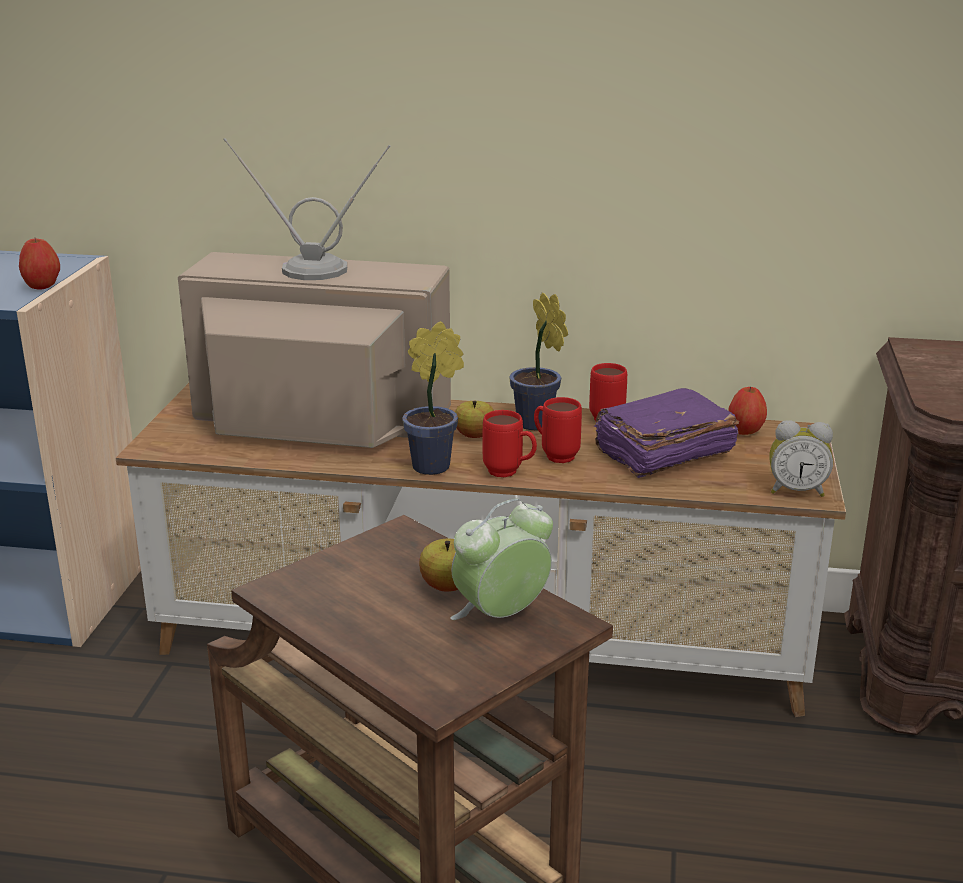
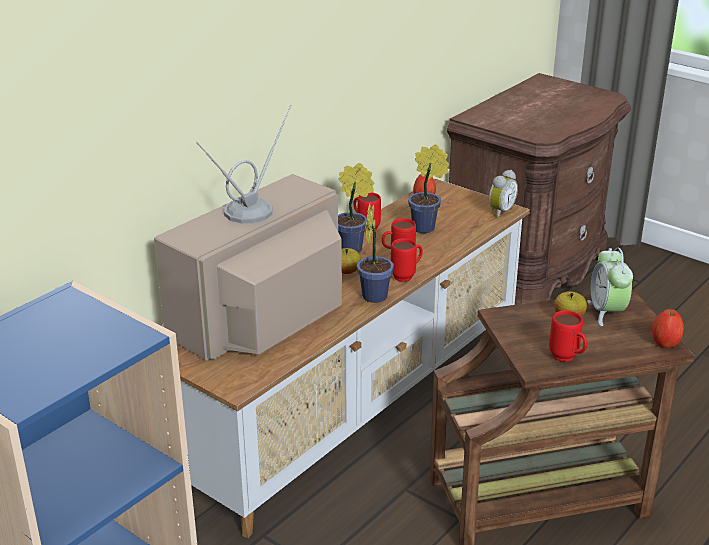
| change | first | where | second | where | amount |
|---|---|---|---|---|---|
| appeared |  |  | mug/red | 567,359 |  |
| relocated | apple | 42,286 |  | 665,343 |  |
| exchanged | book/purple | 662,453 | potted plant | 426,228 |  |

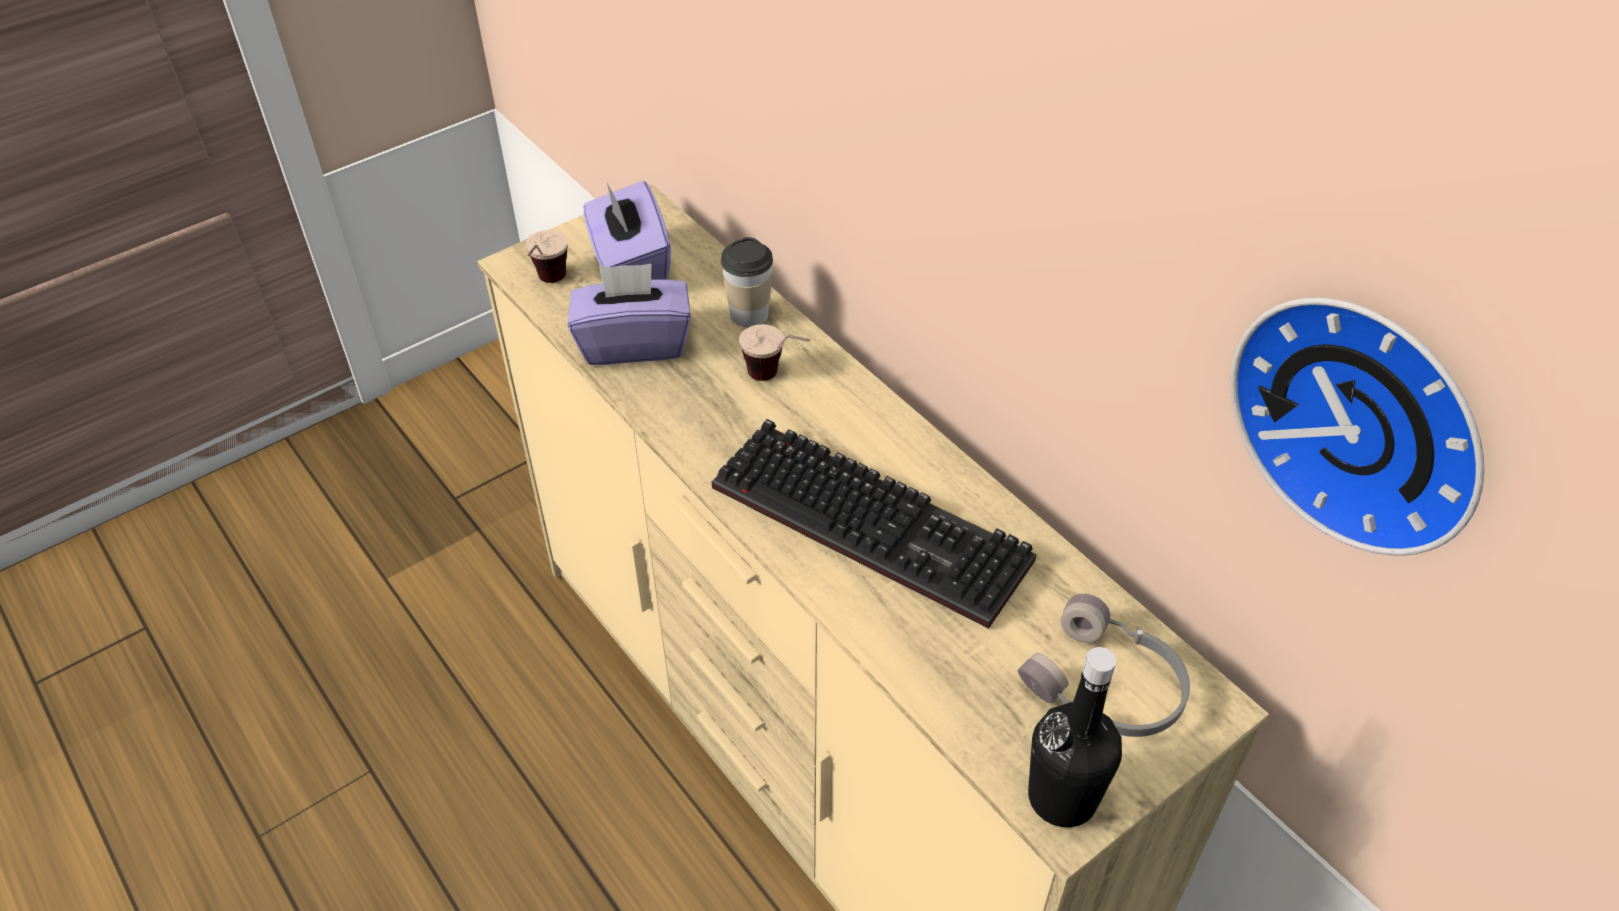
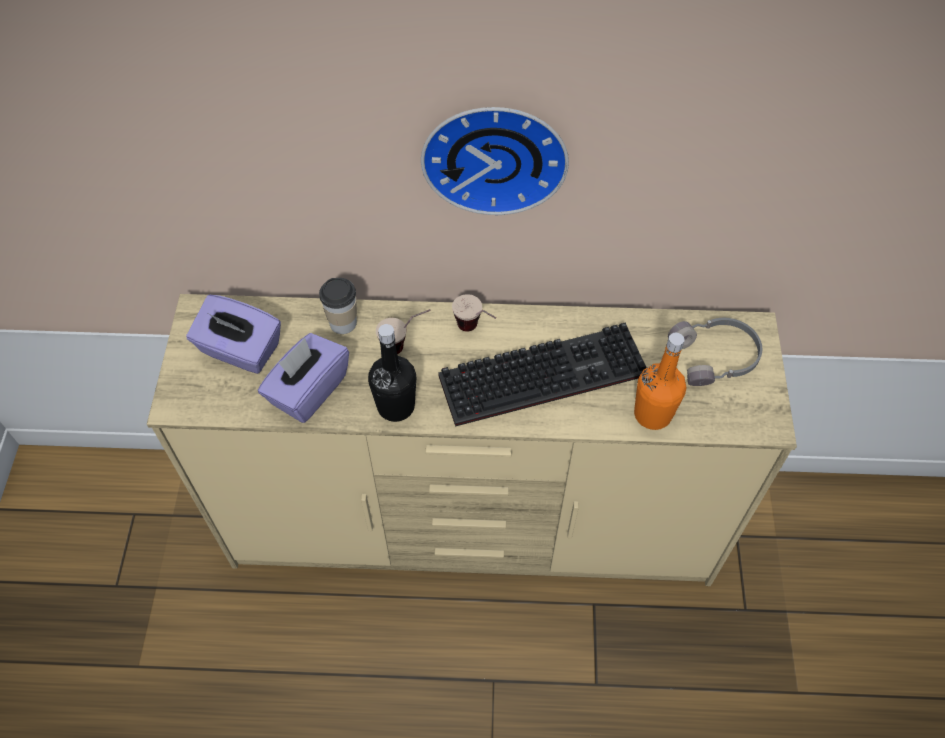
| change | first | where | second | where | amount |
|---|---|---|---|---|---|
| appeared |  |  | bottle/orange | 652,414 |  |
| relocated | cup | 548,285 |  | 475,331 |  |
| relocated | bottle/black | 1062,797 |  | 396,406 |  |
| relocated | wall clock | 1363,418 |  | 494,155 |  |

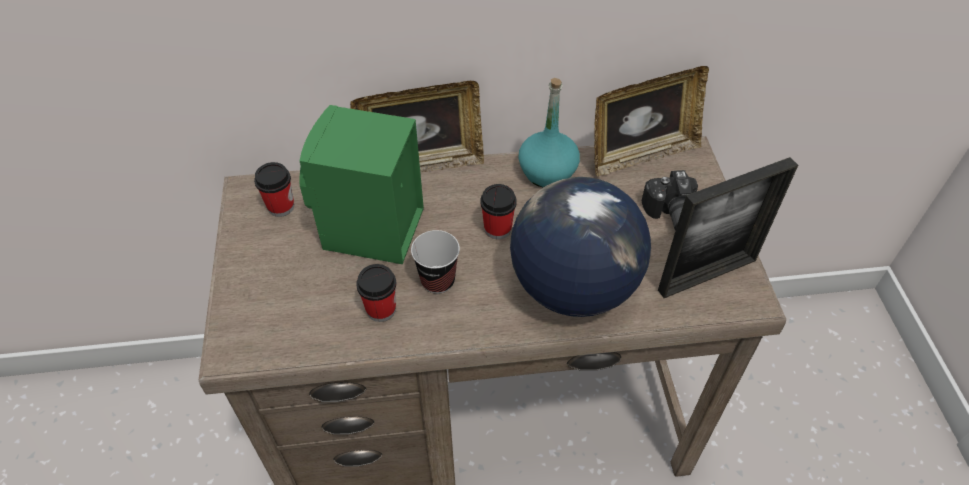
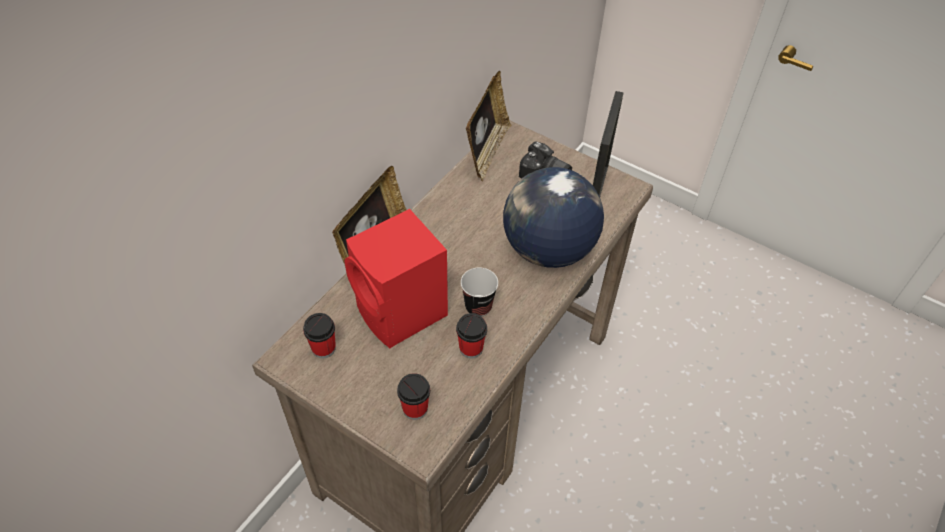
| change | first | where | second | where | amount |
|---|---|---|---|---|---|
| missing | bottle/turquoise | 548,172 |  |  |  |
| relocated | cup | 497,229 |  | 415,409 |  |
| colour | speaker/green | 371,231 | speaker/red | 402,314 |  |

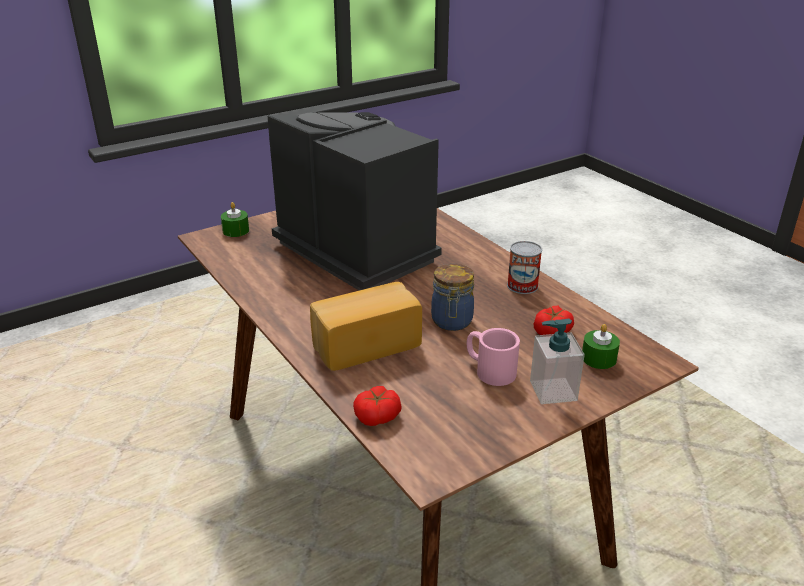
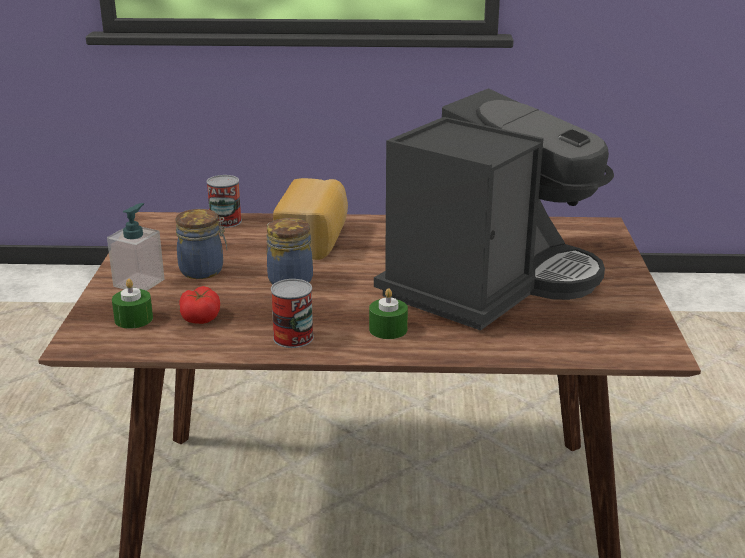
| change | first | where | second | where | amount |
|---|---|---|---|---|---|
| relocated | candle/green | 236,231 |  | 388,329 |  |
| exchanged | tomato | 377,416 | can | 225,221 |  |
| exchanged | mug/pink | 489,370 | jar | 204,270 |  |
| spun | coffee machine | 357,250 |  | 489,282 | 45 degrees counterclockwise |

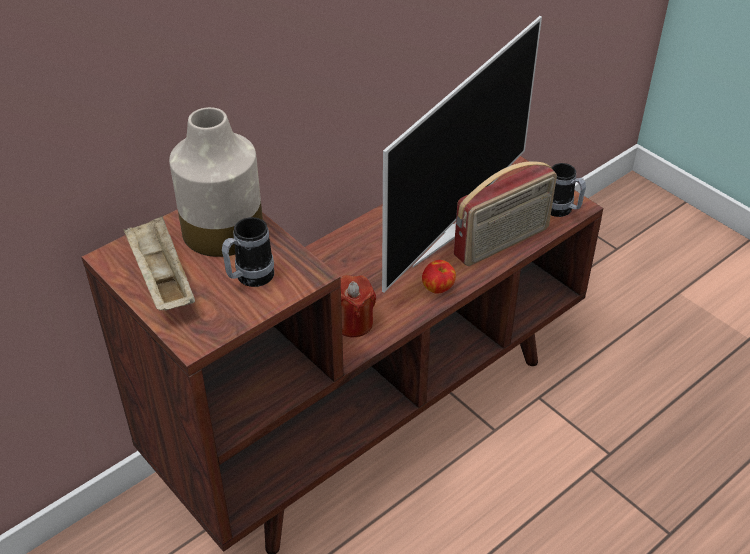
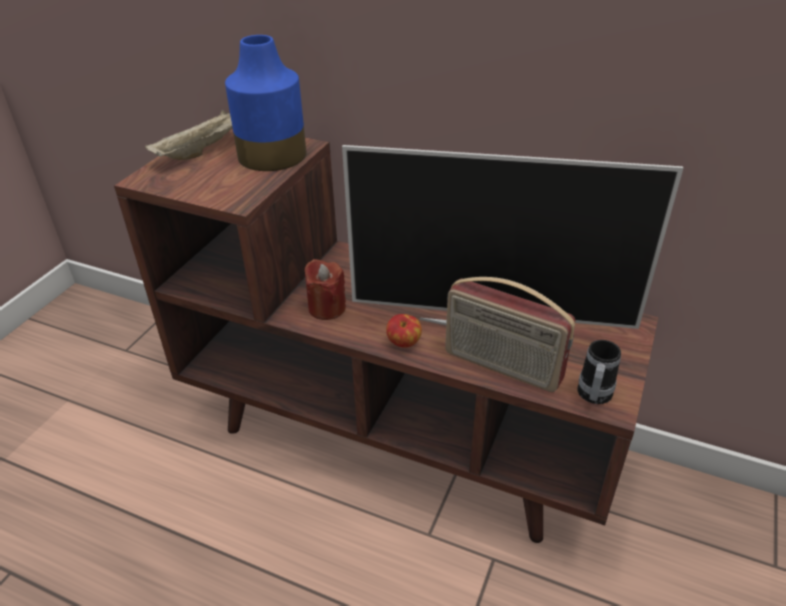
| change | first | where | second | where | amount |
|---|---|---|---|---|---|
| missing | mug | 249,279 |  |  |  |
| colour | vase/beige | 223,228 | vase/blue | 273,154 |  |

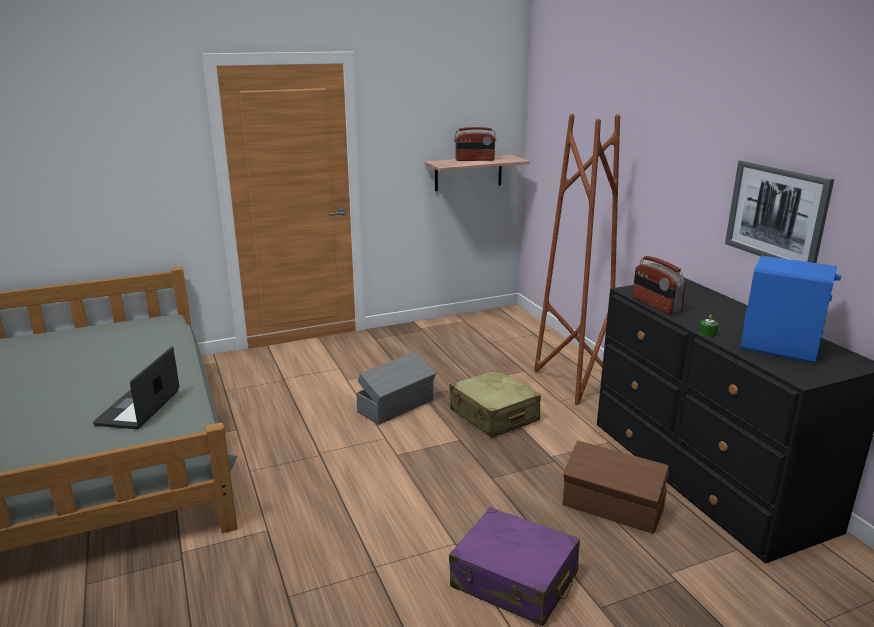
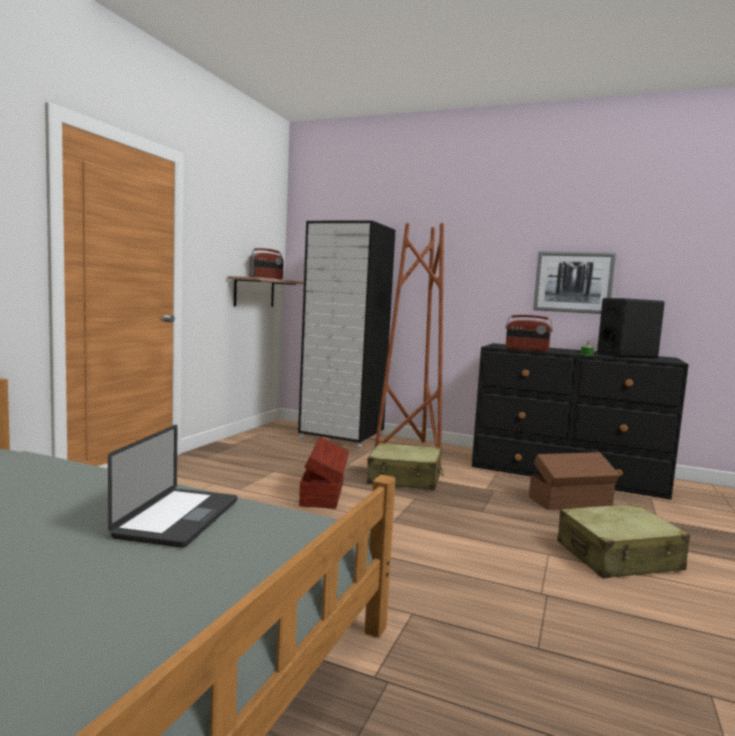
| change | first | where | second | where | amount |
|---|---|---|---|---|---|
| appeared |  |  | wardrobe | 342,437 |  |
| colour | storage box/grey | 397,406 | storage box/brown | 324,493 |  |
| colour | suitcase/purple | 514,580 | suitcase/beige | 618,557 |  |
| colour | speaker/blue | 780,347 | speaker/black | 627,356 |  |
| spun | laptop | 139,408 |  | 178,518 | 135 degrees counterclockwise |

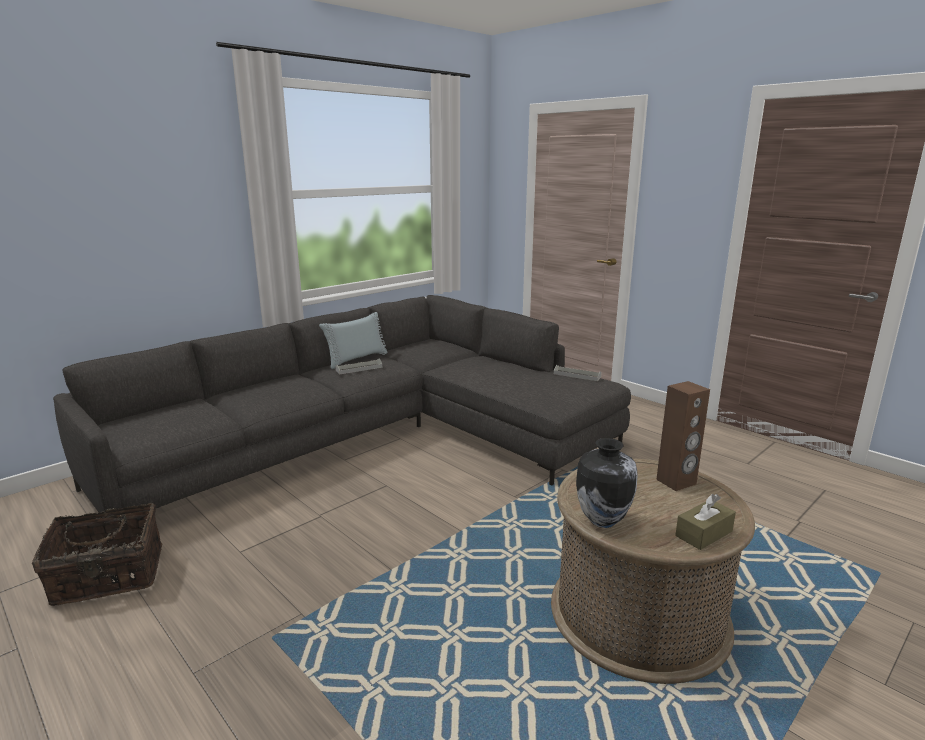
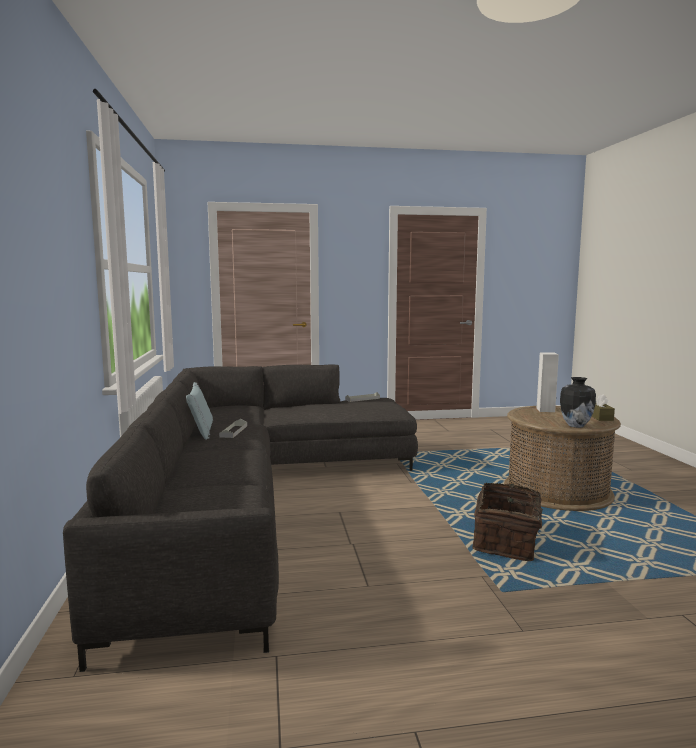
| change | first | where | second | where | amount |
|---|---|---|---|---|---|
| relocated | basket | 108,577 |  | 507,542 |  |
| colour | speaker/brown | 676,482 | speaker/white | 546,410 |  |

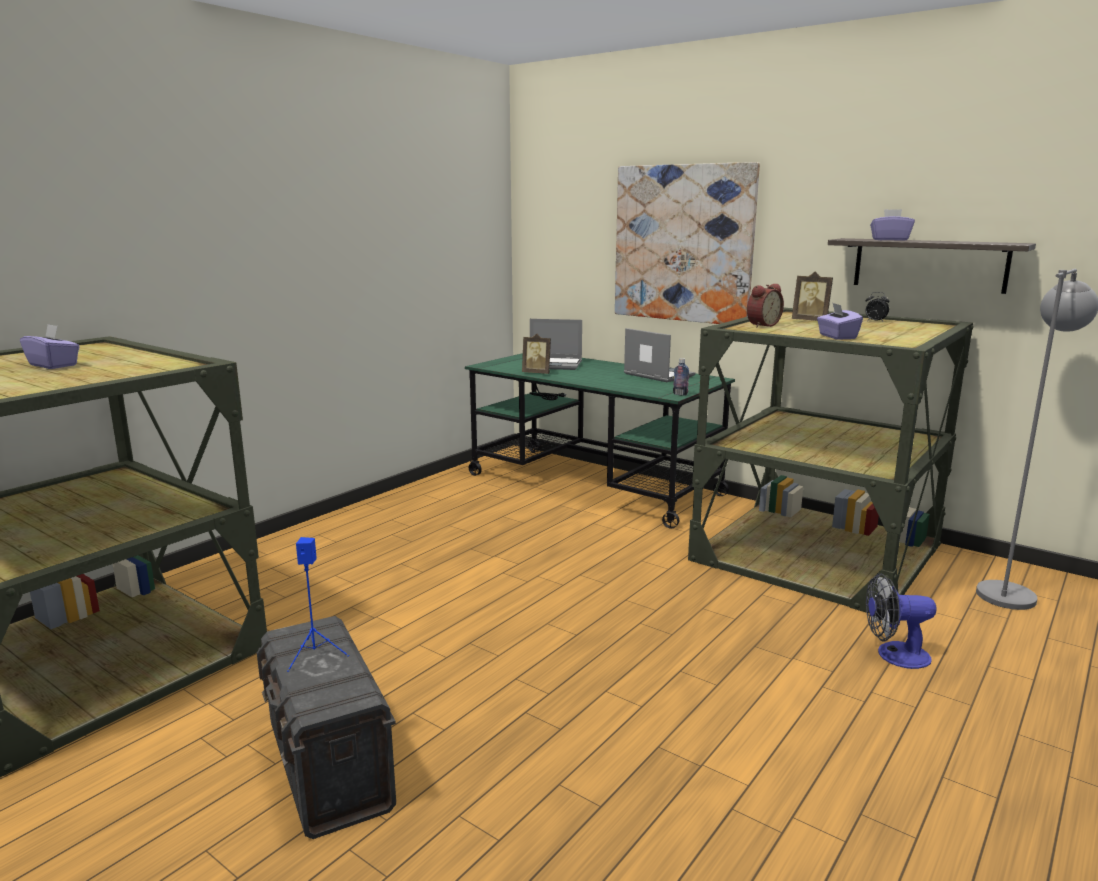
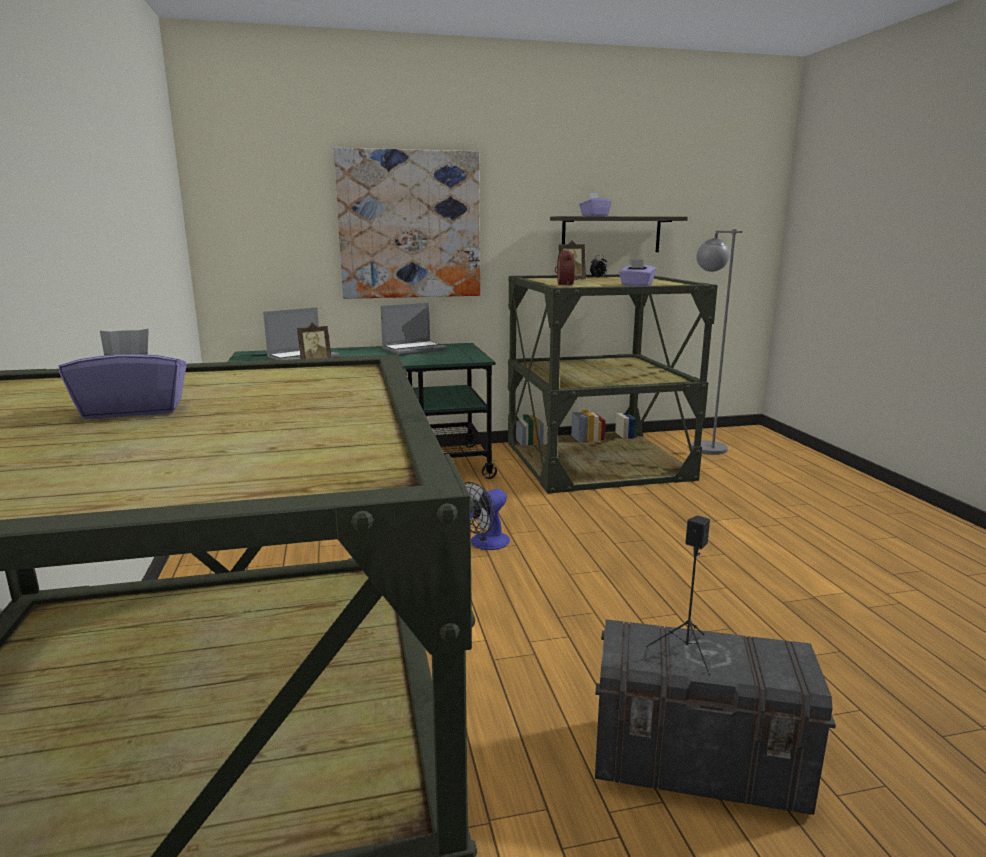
| change | first | where | second | where | amount |
|---|---|---|---|---|---|
| missing | bottle | 680,394 |  |  |  |
| relocated | fan | 894,655 |  | 485,543 |  |
| colour | speaker/blue | 314,655 | speaker/black | 687,651 |  |
| spun | laptop | 657,375 |  | 415,349 | 150 degrees clockwise |

